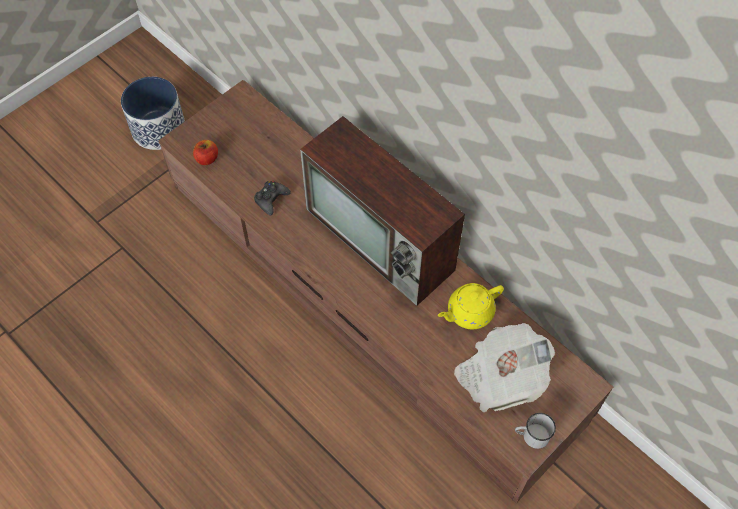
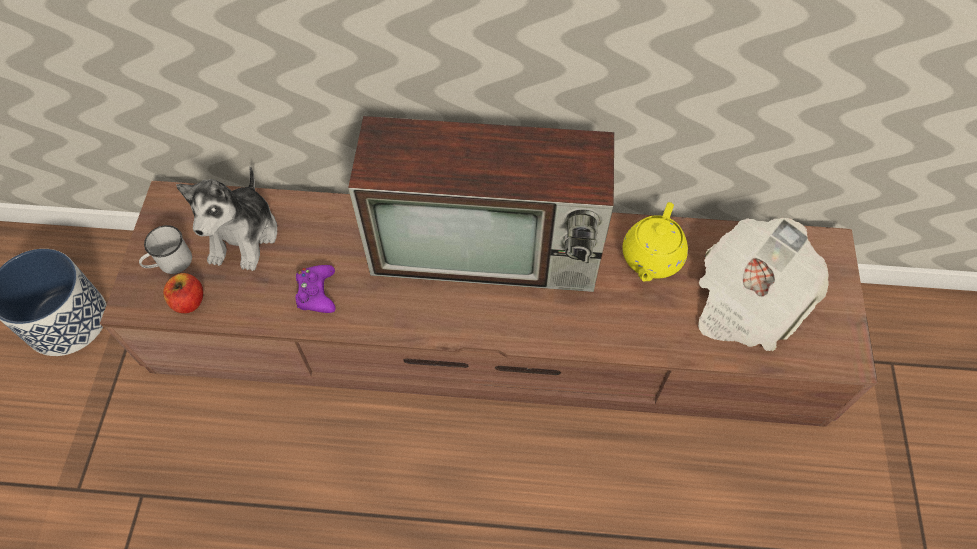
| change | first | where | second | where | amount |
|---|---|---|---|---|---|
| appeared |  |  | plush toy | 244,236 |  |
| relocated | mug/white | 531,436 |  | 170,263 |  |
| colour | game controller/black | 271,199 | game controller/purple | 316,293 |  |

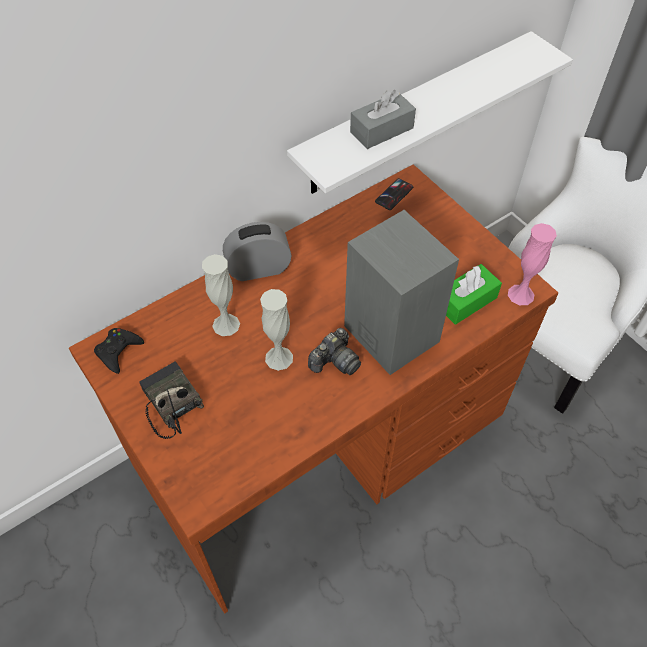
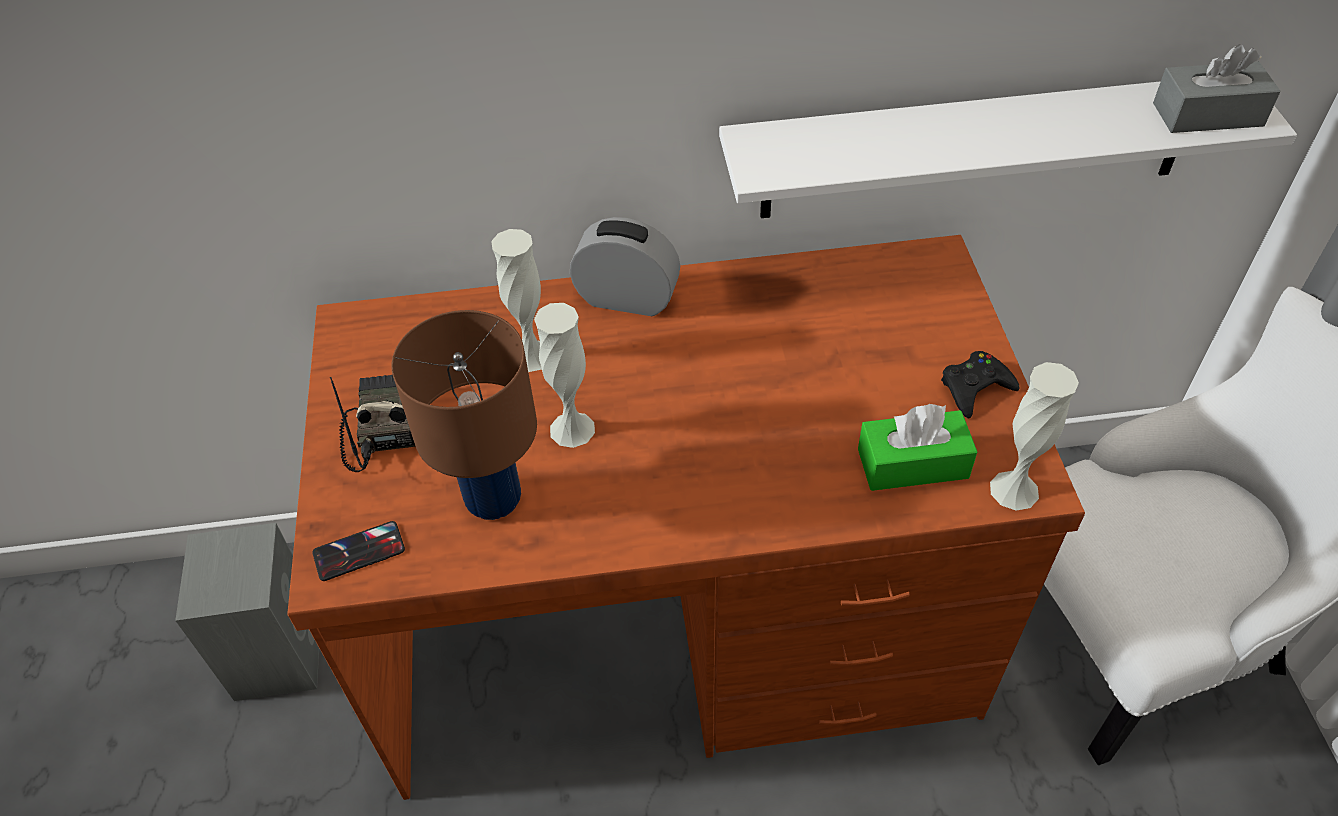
| change | first | where | second | where | amount |
|---|---|---|---|---|---|
| missing | photo camera | 335,361 |  |  |  |
| appeared |  |  | table lamp/brown | 497,499 |  |
| relocated | game controller/black | 118,351 |  | 975,388 |  |
| relocated | speaker/grey | 390,332 |  | 279,651 |  |
| relocated | tissue box/grey | 381,130 |  | 1207,115 |  |
| relocated | phone | 394,194 |  | 359,552 |  |
| colour | vase/pink | 521,294 | vase/white | 1014,490 |  |

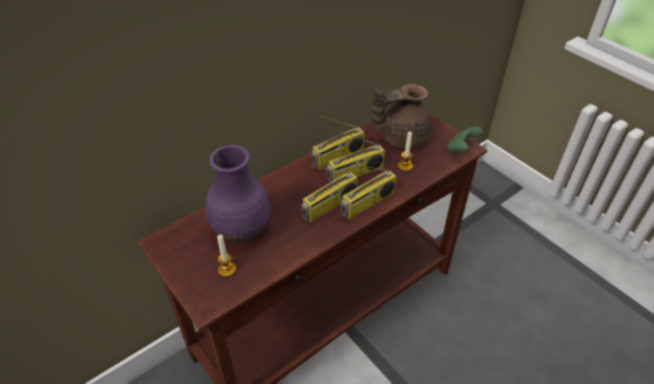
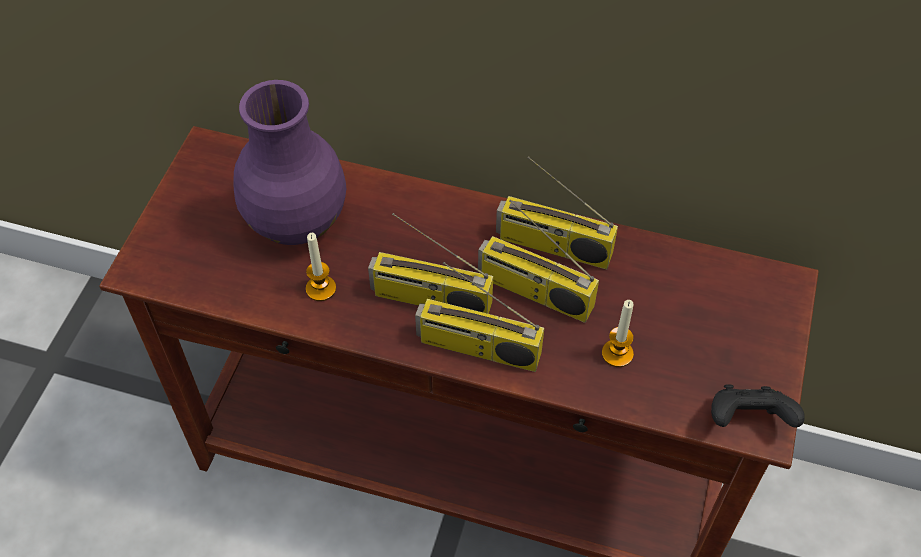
| change | first | where | second | where | amount |
|---|---|---|---|---|---|
| missing | teapot/brown | 401,137 |  |  |  |
| relocated | candle | 227,269 |  | 321,289 |  |
| colour | game controller/green | 461,149 | game controller/black | 747,420 |  |

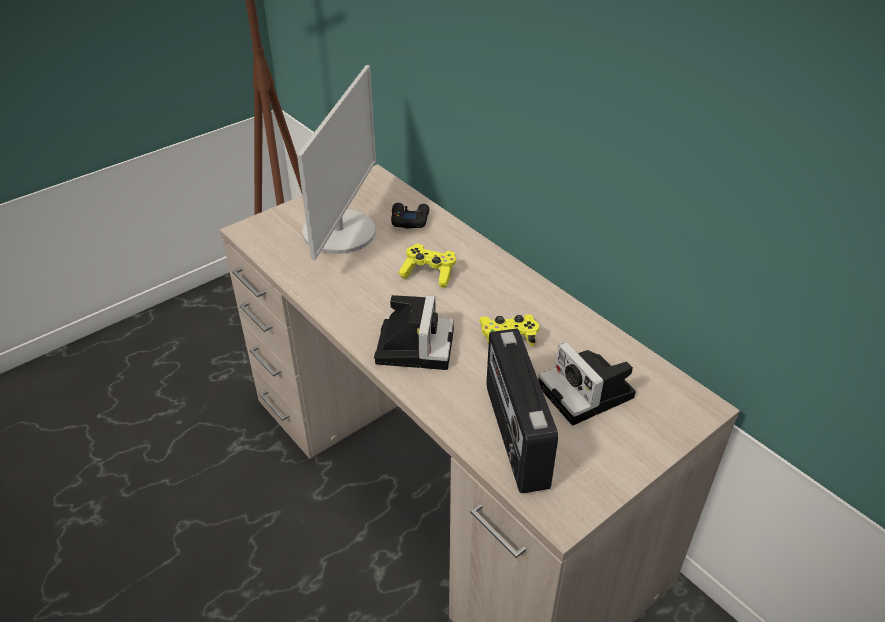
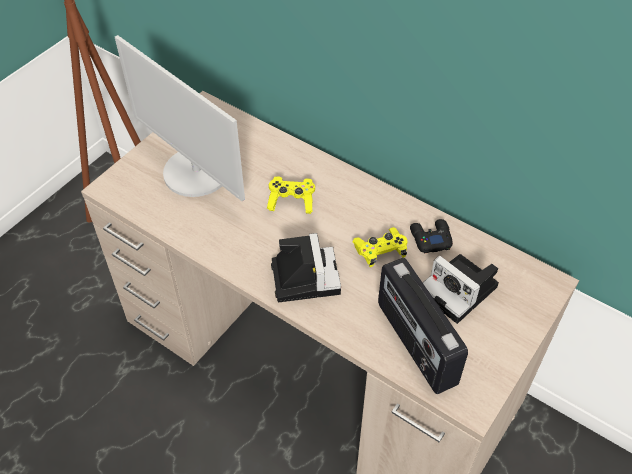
| change | first | where | second | where | amount |
|---|---|---|---|---|---|
| relocated | game controller/black | 409,219 |  | 430,238 |  |
| spun | monitor | 340,232 |  | 196,173 | 135 degrees clockwise |

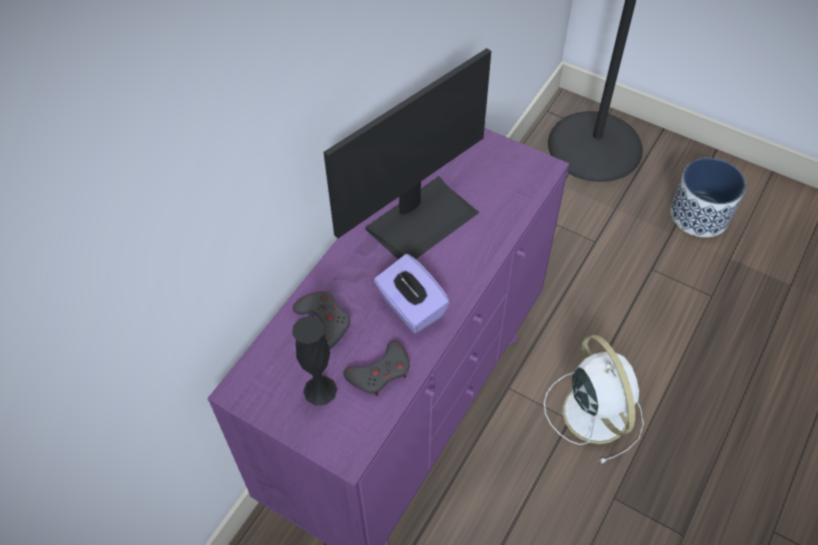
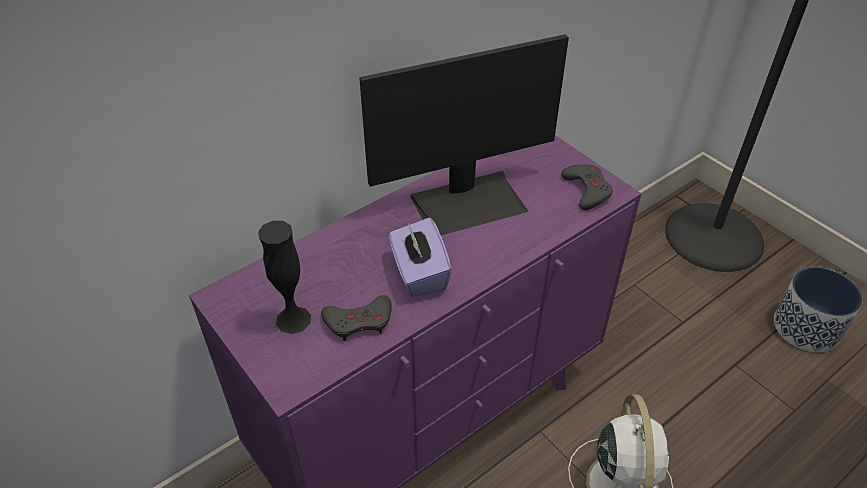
| change | first | where | second | where | amount |
|---|---|---|---|---|---|
| relocated | game controller/grey | 324,321 |  | 587,190 |  |

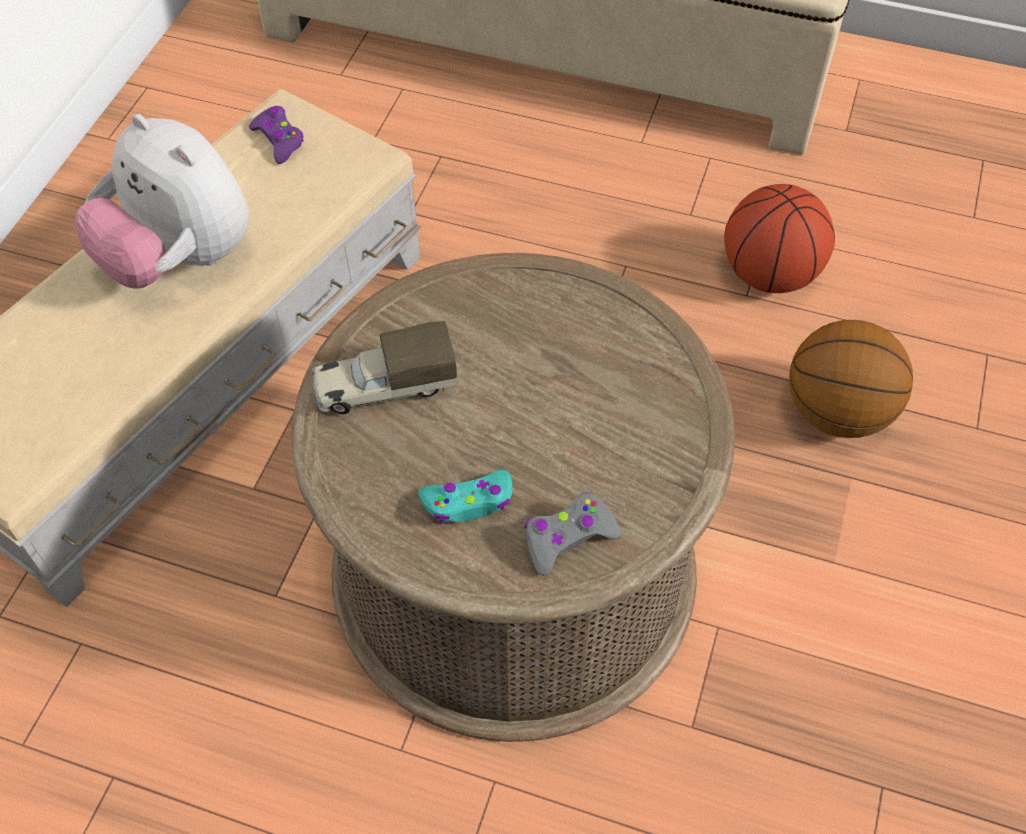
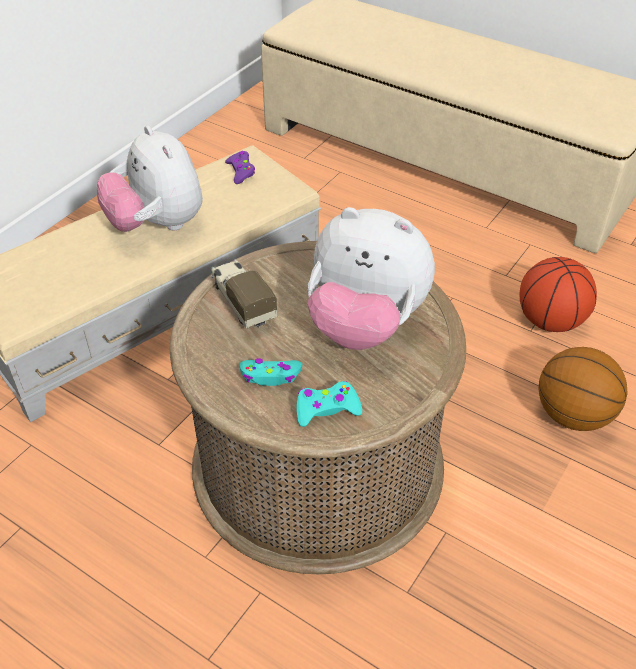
| change | first | where | second | where | amount |
|---|---|---|---|---|---|
| appeared |  |  | plush toy | 365,325 |  |
| colour | game controller/grey | 568,538 | game controller/turquoise | 326,409 |  |
| spun | toy truck | 384,387 |  | 242,301 | 60 degrees clockwise |

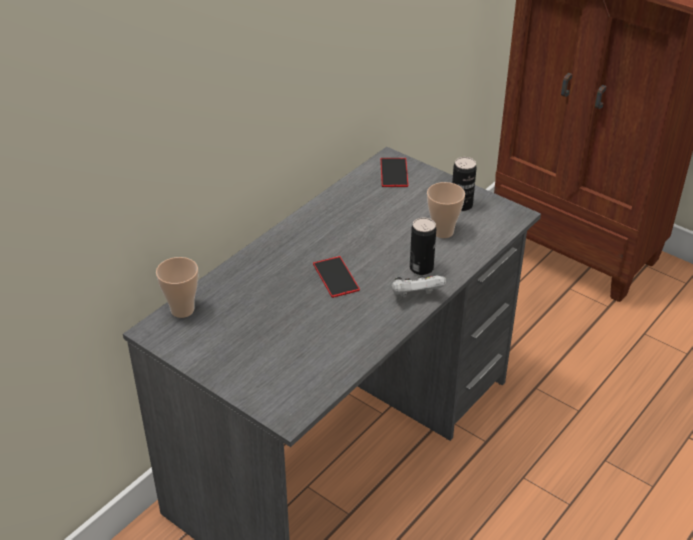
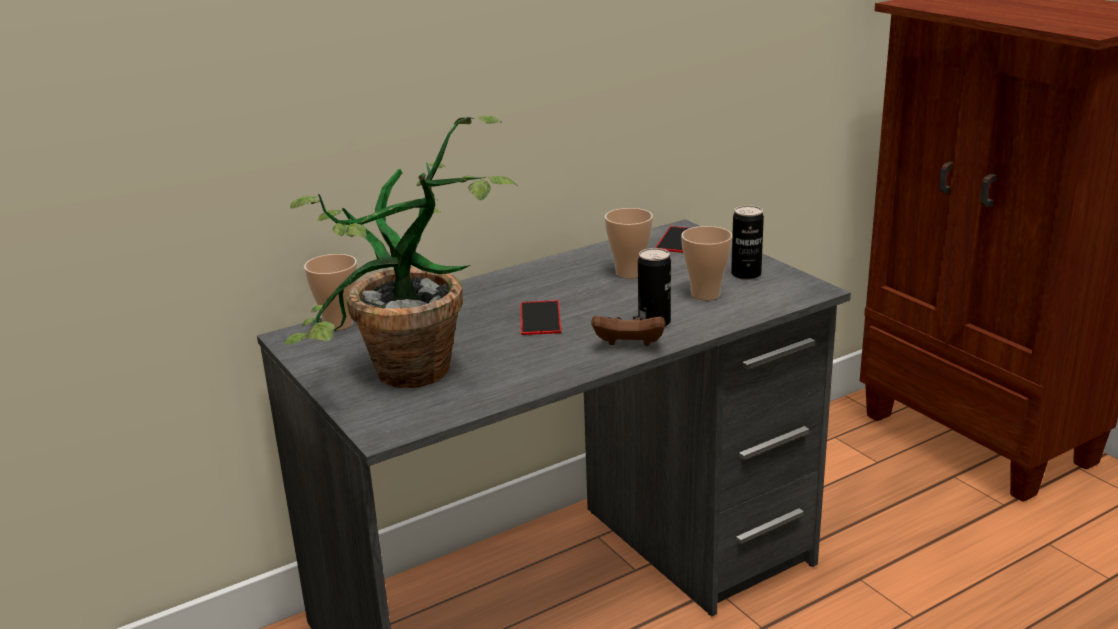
| change | first | where | second | where | amount |
|---|---|---|---|---|---|
| appeared |  |  | potted plant | 408,381 |  |
| appeared |  |  | cup | 629,273 |  |
| colour | game controller/white | 416,296 | game controller/brown | 629,346 |  |

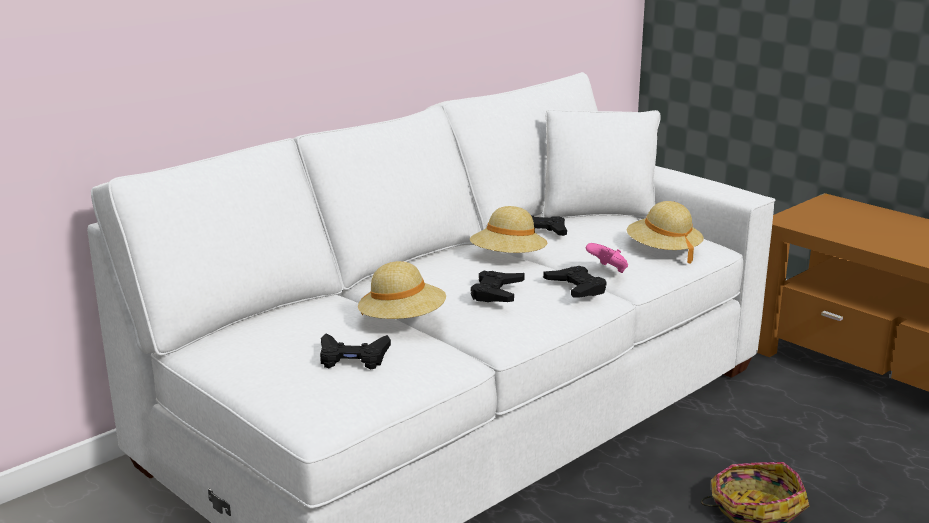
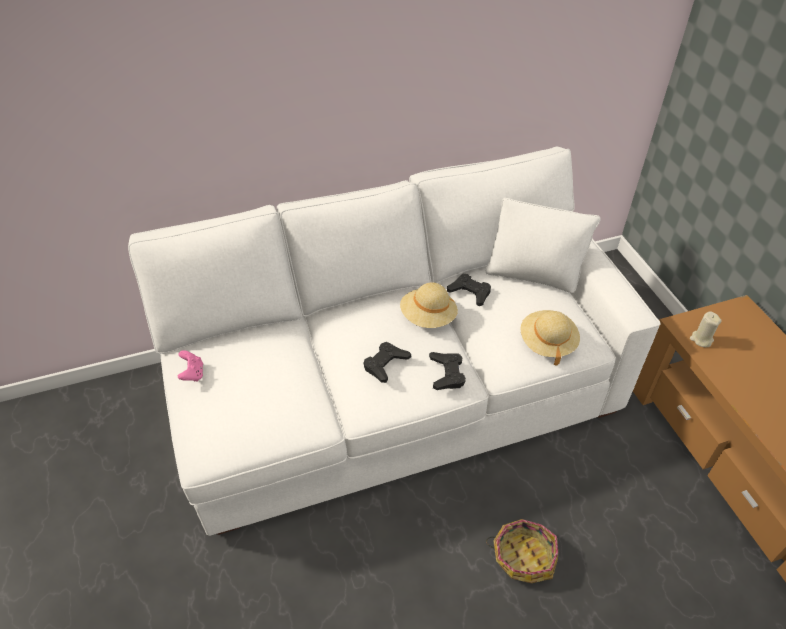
| change | first | where | second | where | amount |
|---|---|---|---|---|---|
| missing | game controller/black | 353,358 |  |  |  |
| missing | hat/beige | 402,321 |  |  |  |
| appeared |  |  | candle/beige | 701,339 |  |
| relocated | game controller/pink | 608,270 |  | 192,374 |  |

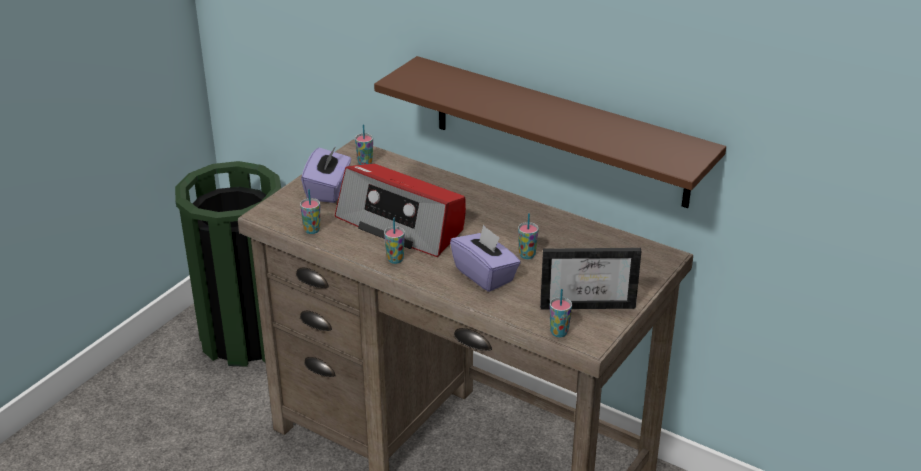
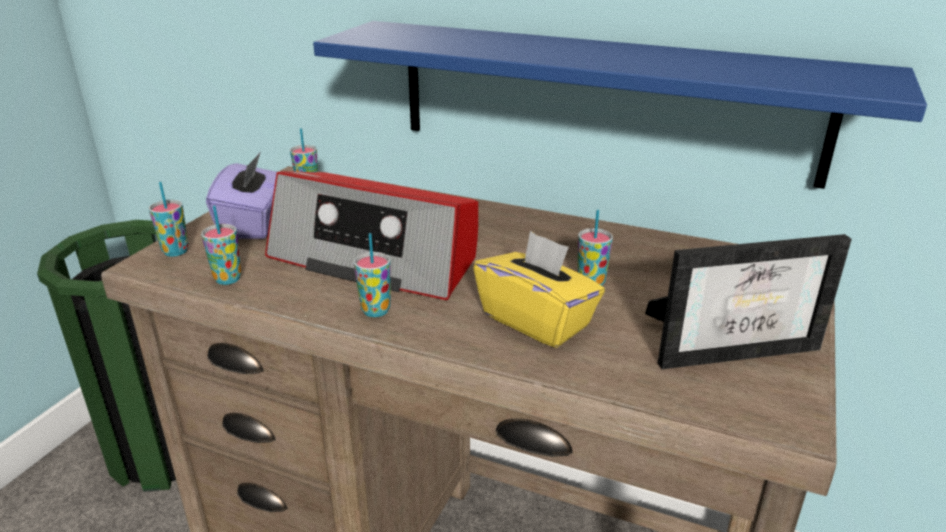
| change | first | where | second | where | amount |
|---|---|---|---|---|---|
| relocated | cup | 559,332 |  | 175,251 |  |
| colour | shelf/brown | 559,132 | shelf/blue | 603,100 |  |
| colour | tissue box/purple | 485,275 | tissue box/yellow | 537,320 |  |

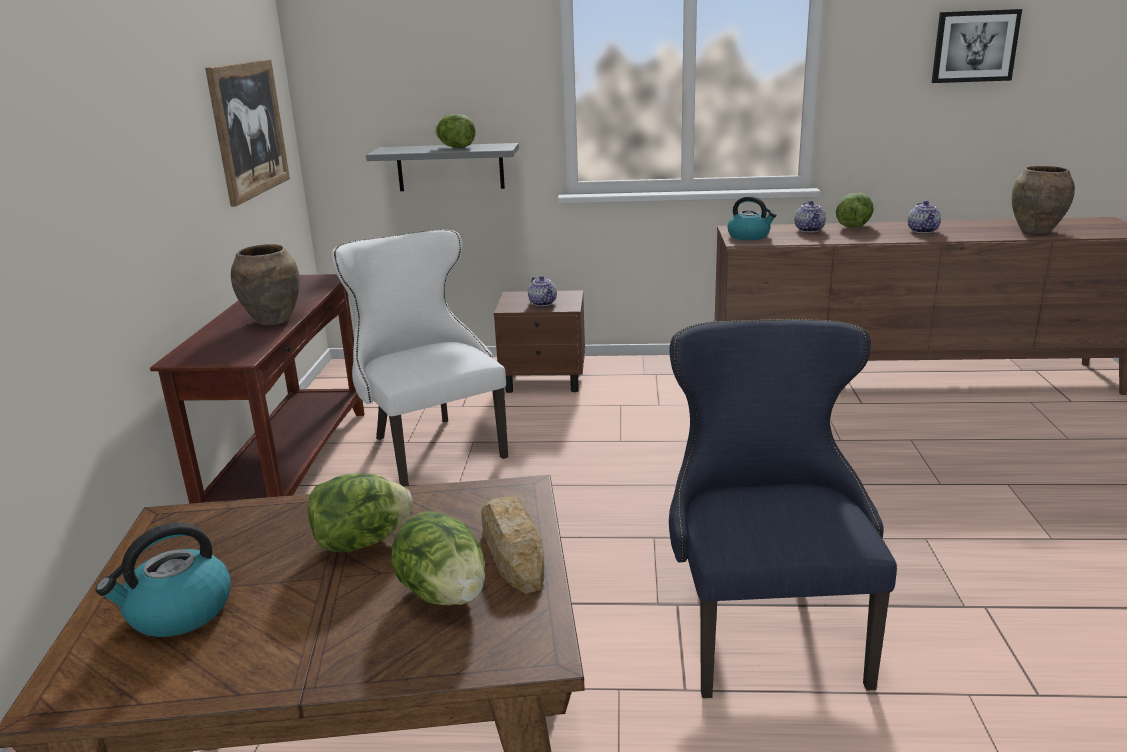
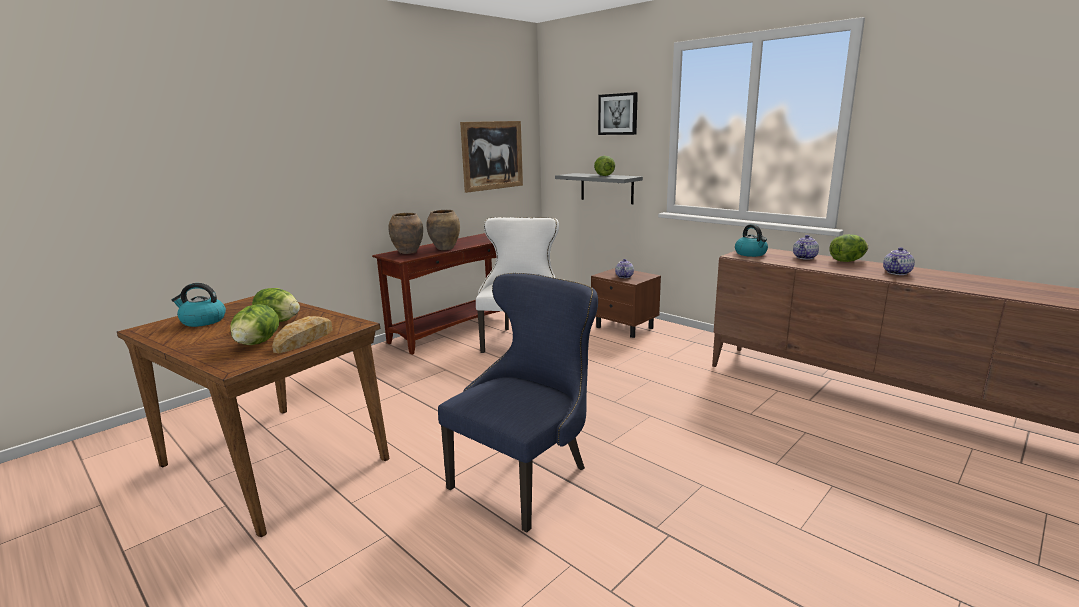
| change | first | where | second | where | amount |
|---|---|---|---|---|---|
| relocated | picture | 974,46 |  | 618,114 |  |
| relocated | vase/brown | 1035,231 |  | 408,252 |  |

